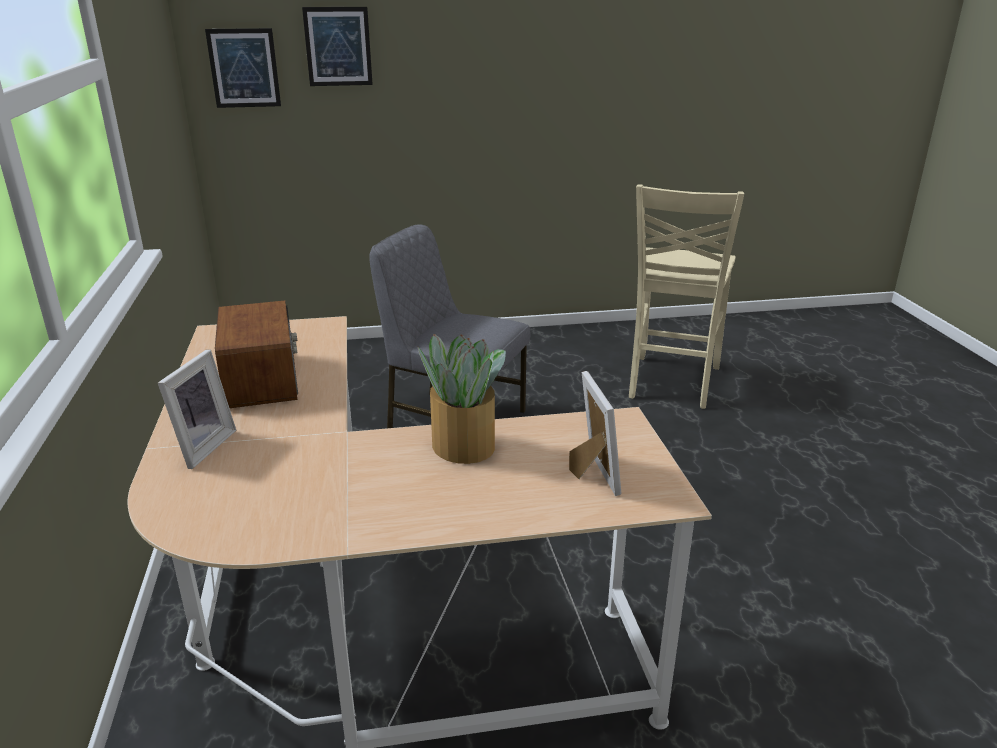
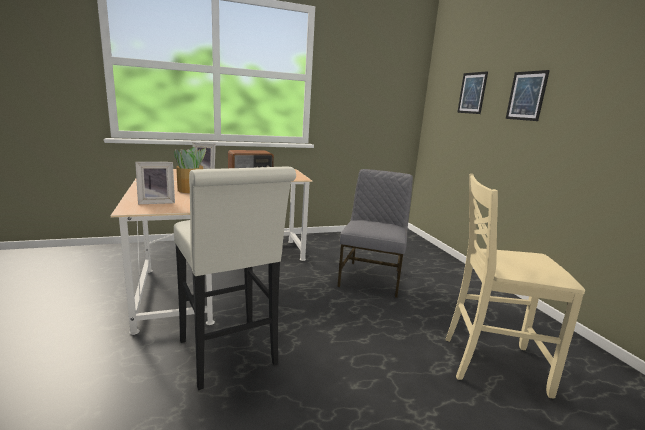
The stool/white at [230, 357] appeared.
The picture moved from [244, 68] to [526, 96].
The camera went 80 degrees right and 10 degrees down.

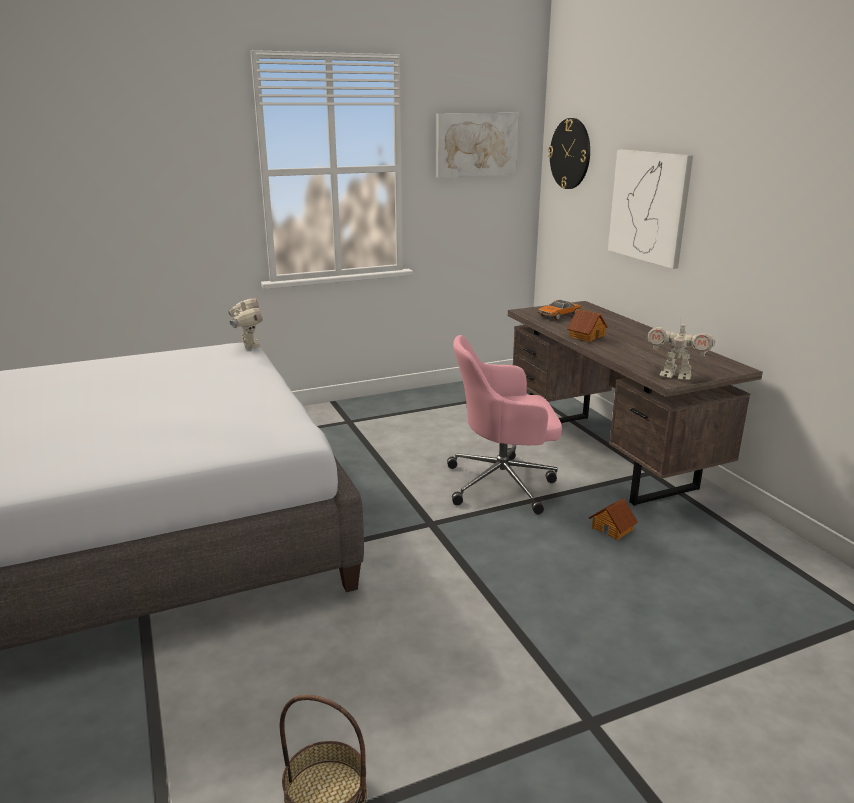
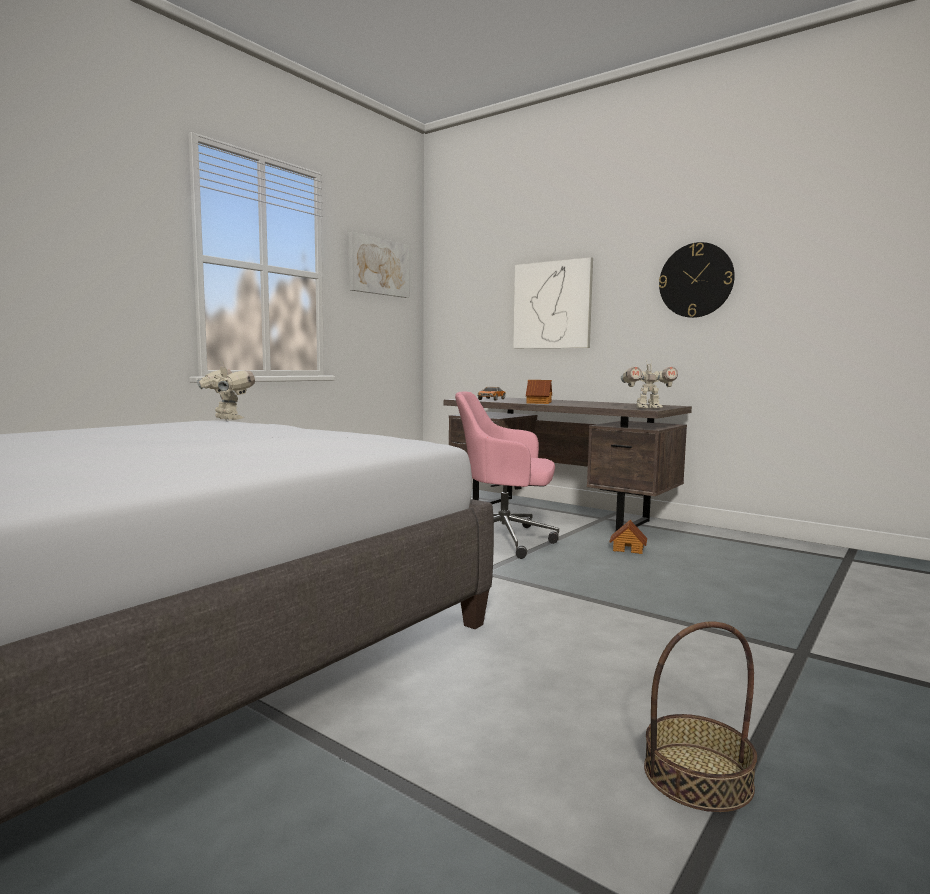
The office chair/pink at [503, 483] turned 45 degrees clockwise.
The wall clock moved from [570, 154] to [696, 280].
The camera went 30 degrees left and 15 degrees down.

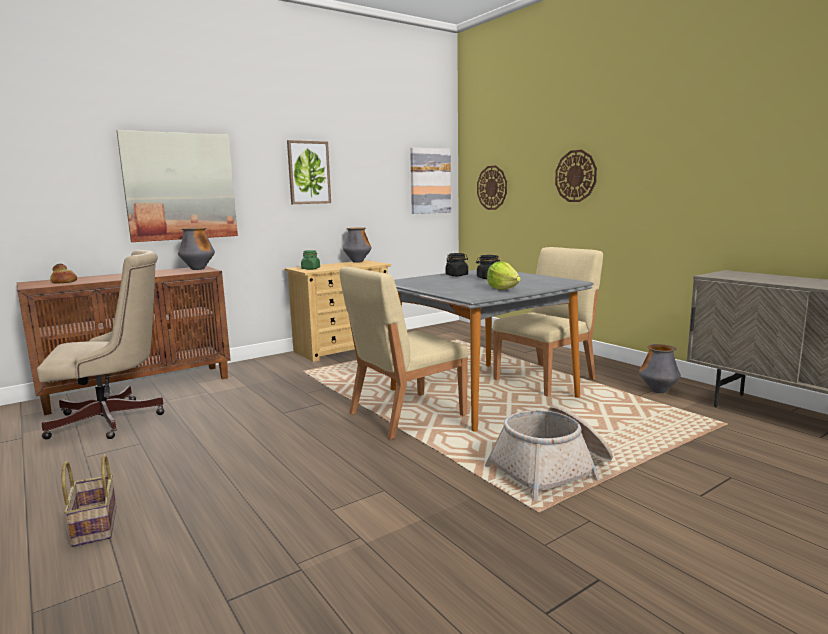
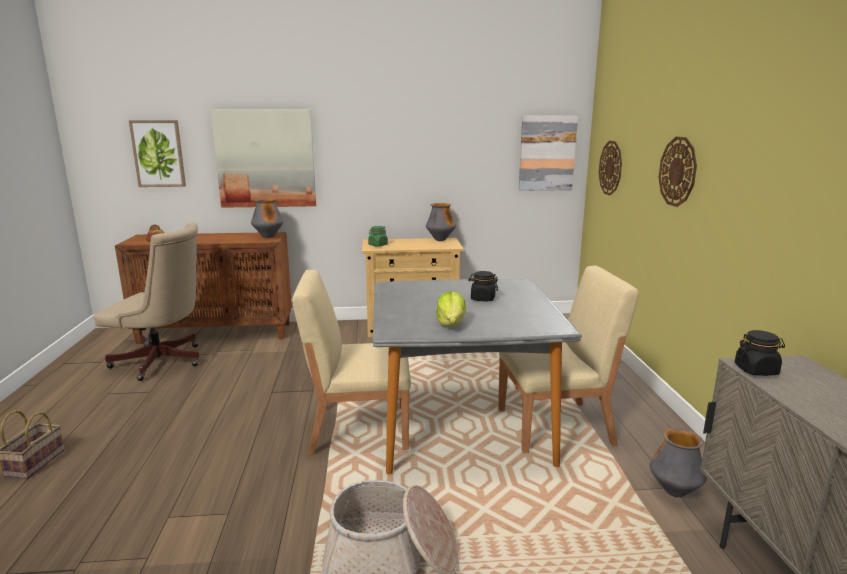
The picture moved from [308, 172] to [158, 153].
The jar/black moved from [457, 275] to [756, 370].
The camera went 30 degrees right and 5 degrees up.

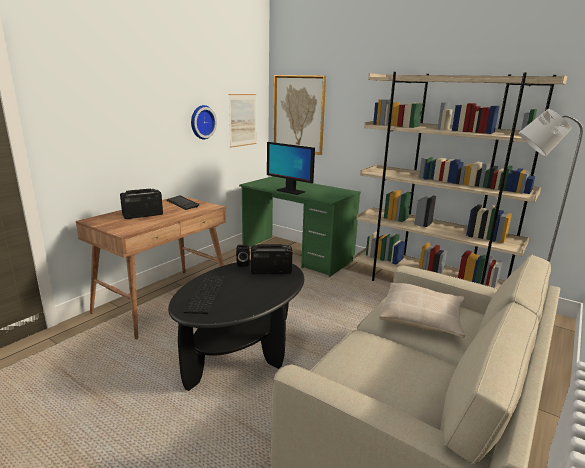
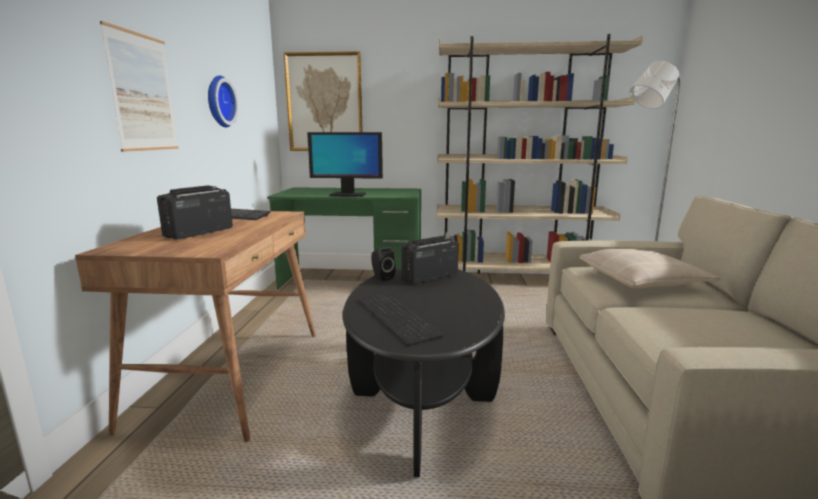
The picture moved from [242, 120] to [143, 93].
The camera went 30 degrees left and 5 degrees down.

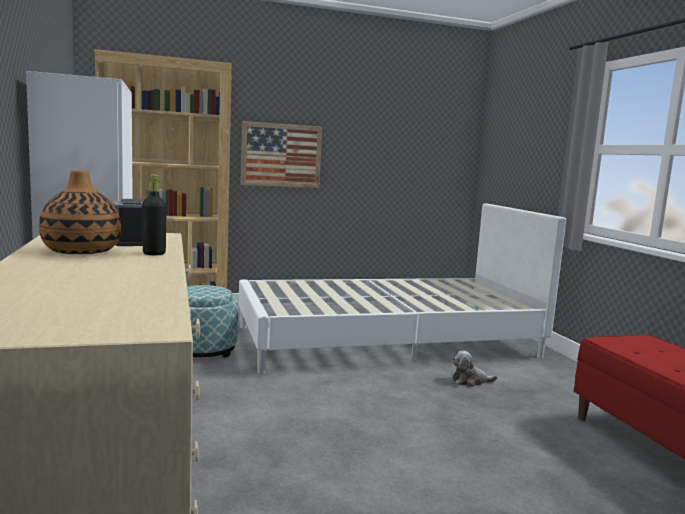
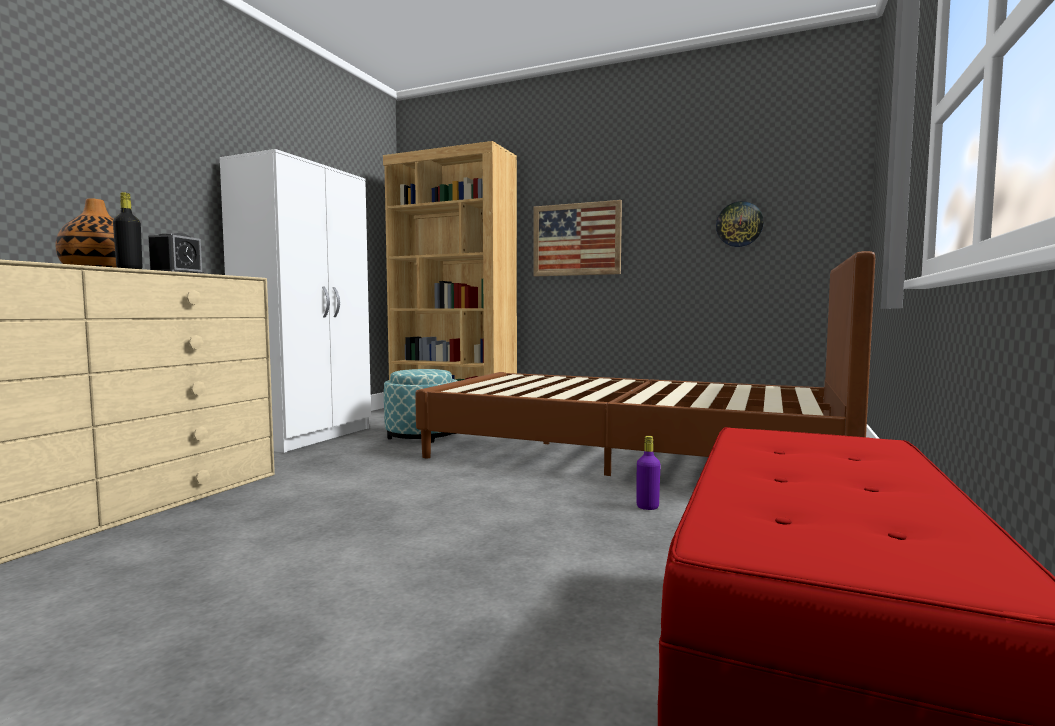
The bed/white at [387, 342] became the bed/brown at [630, 456].
The plush toy at [470, 381] was replaced by the bottle/purple at [647, 507].
The wall clock at [739, 224] appeared.
The camera went 40 degrees right and 5 degrees down.

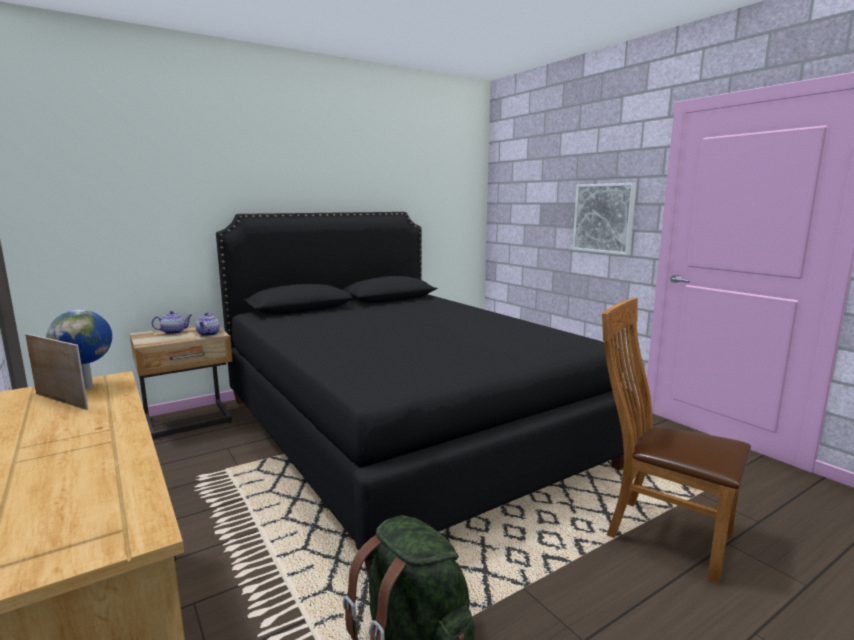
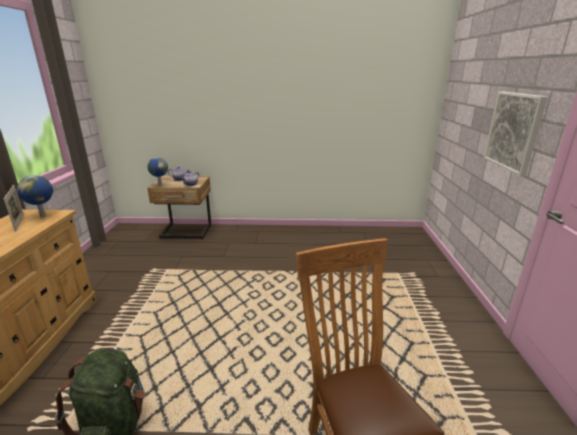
The globe at [160, 184] appeared.
The bed/black at [401, 430] disappeared.
The camera went 35 degrees right and 10 degrees up.

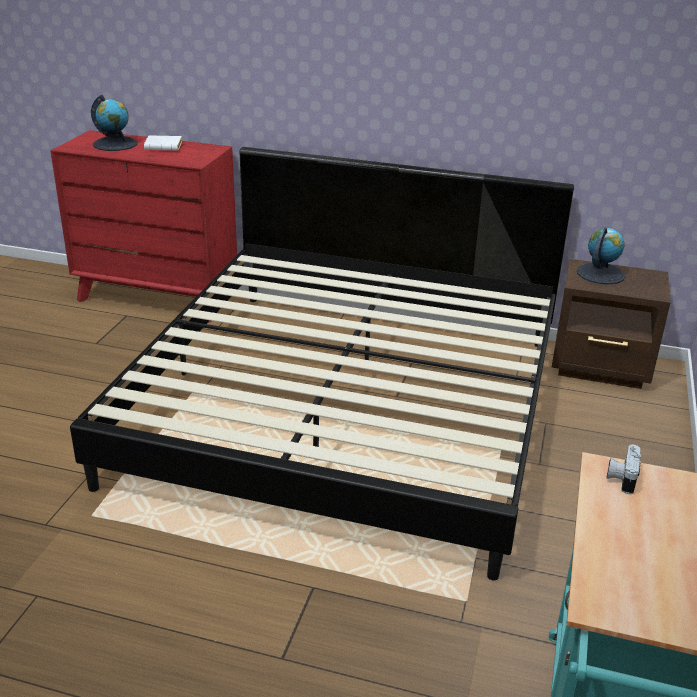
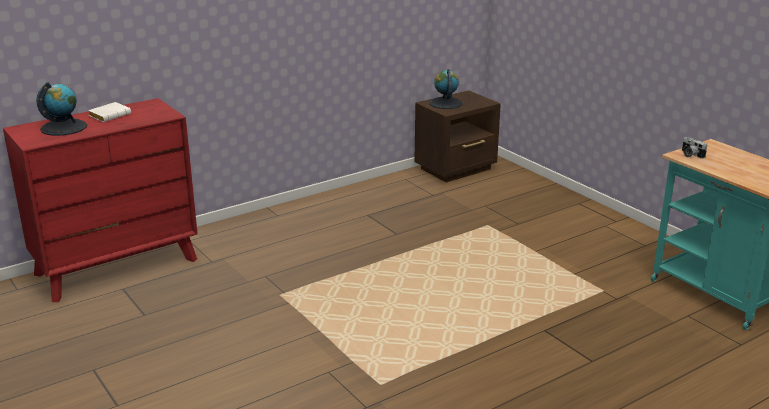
The bed at [347, 406] disappeared.
The camera went 50 degrees left and 5 degrees down.

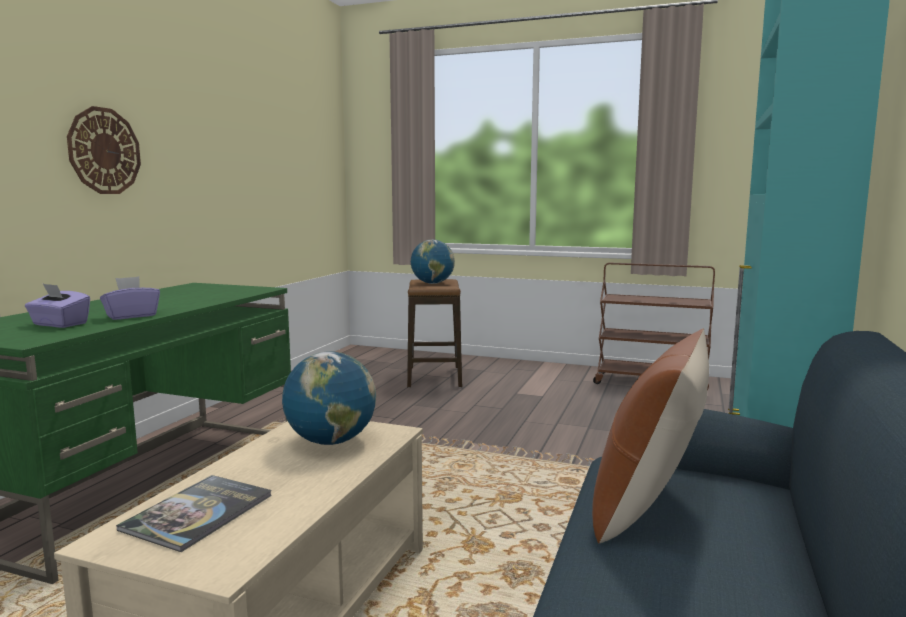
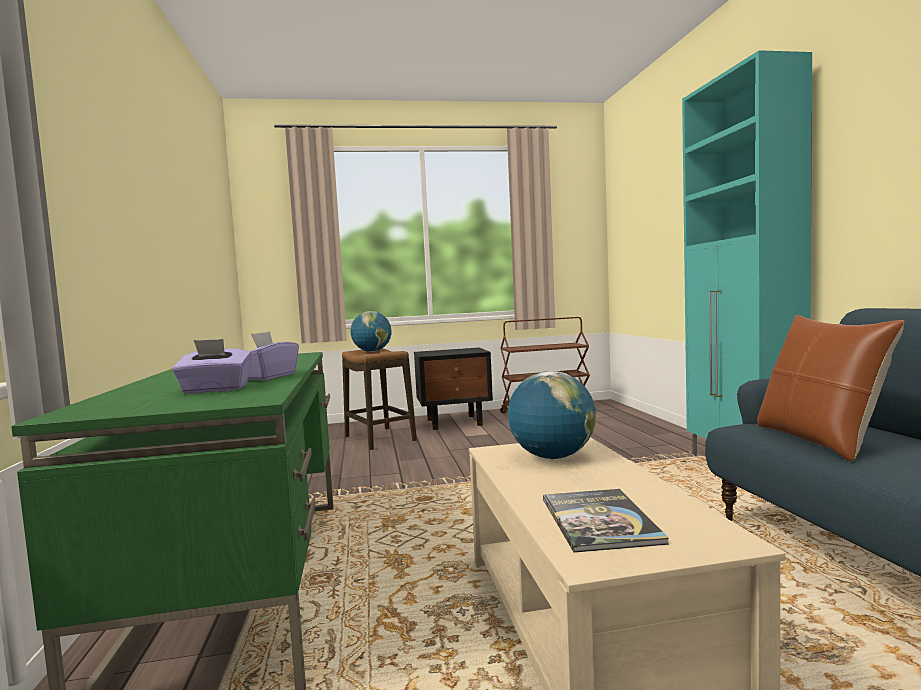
The nightstand/black at [455, 422] appeared.
The wall clock at [104, 151] disappeared.
The camera went 30 degrees left and 5 degrees down.

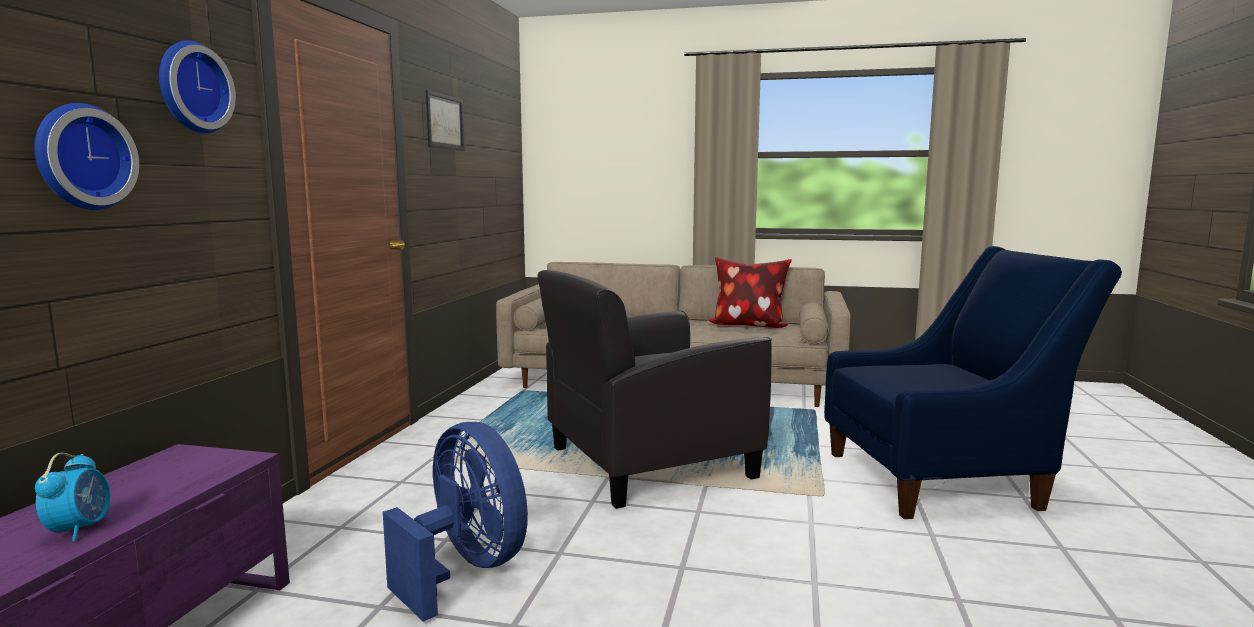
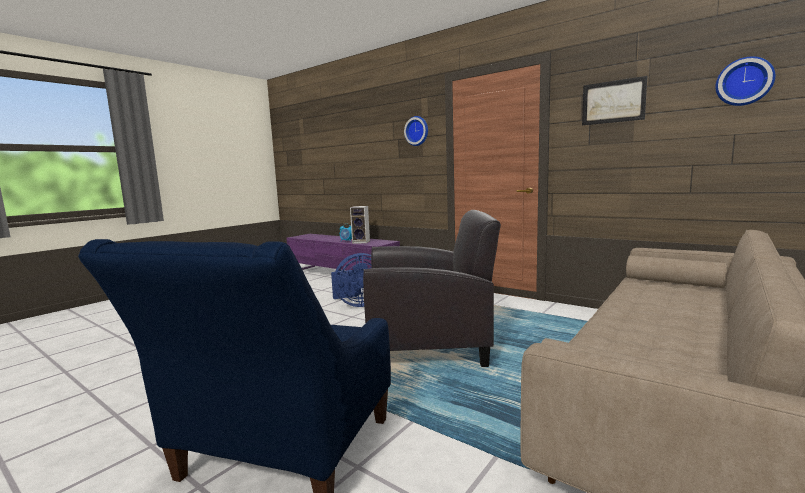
The speaker at [362, 242] appeared.
The armchair/black at [647, 463] turned 90 degrees clockwise.
The wall clock moved from [81, 157] to [744, 82].
The pillow at [748, 325] disappeared.
The camera went 115 degrees right and 0 degrees up.

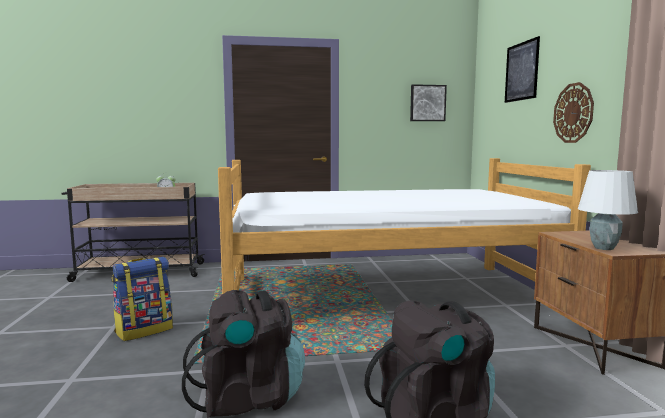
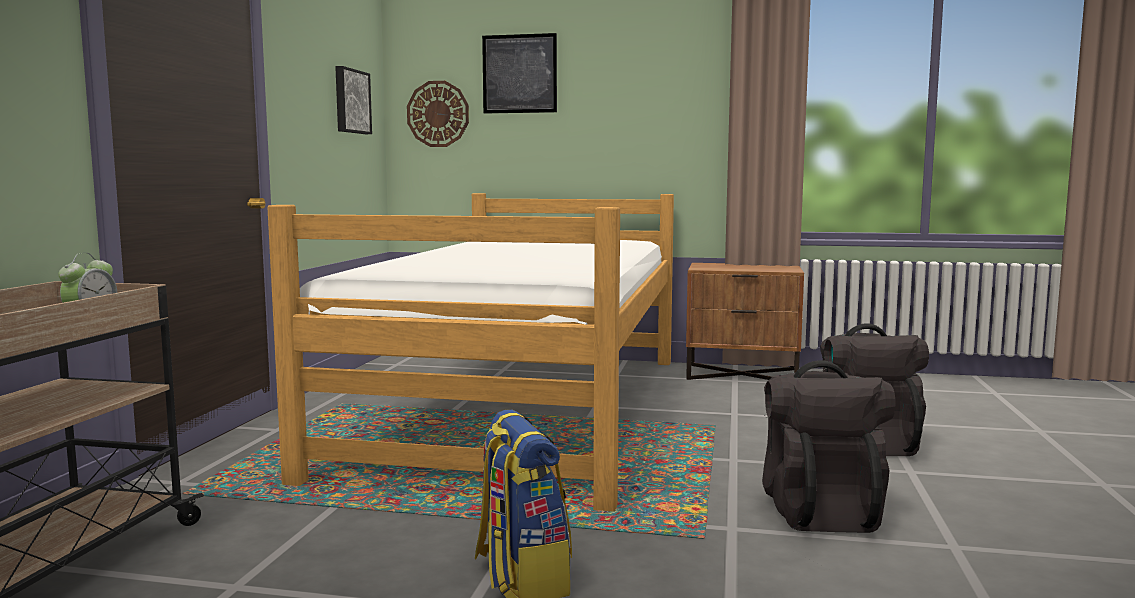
The wall clock moved from [573, 113] to [438, 114].
The table lamp/white at [603, 248] disappeared.
The camera went 70 degrees left and 0 degrees up.

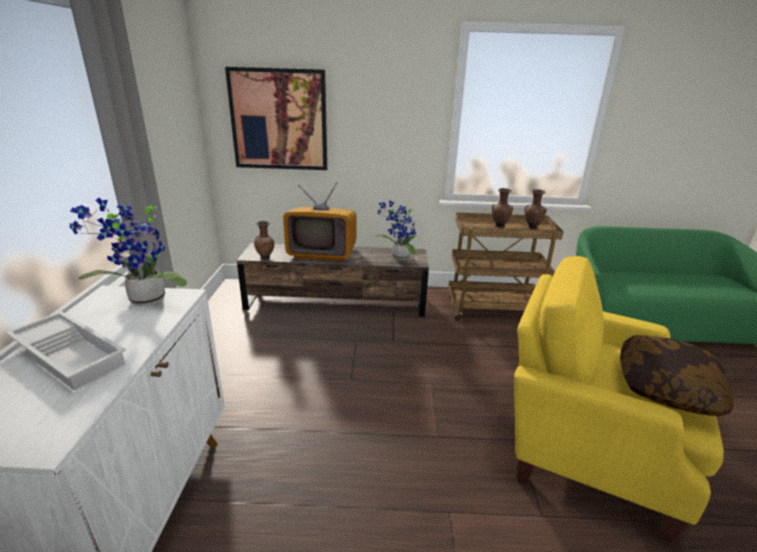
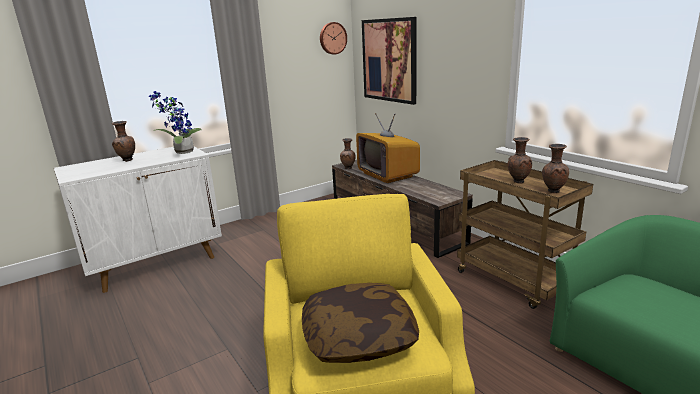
The tray/white at [71, 354] was replaced by the vase/brown at [127, 160].
The wall clock at [332, 38] appeared.
The potted plant at [398, 257] disappeared.
The camera went 55 degrees right and 5 degrees down.

